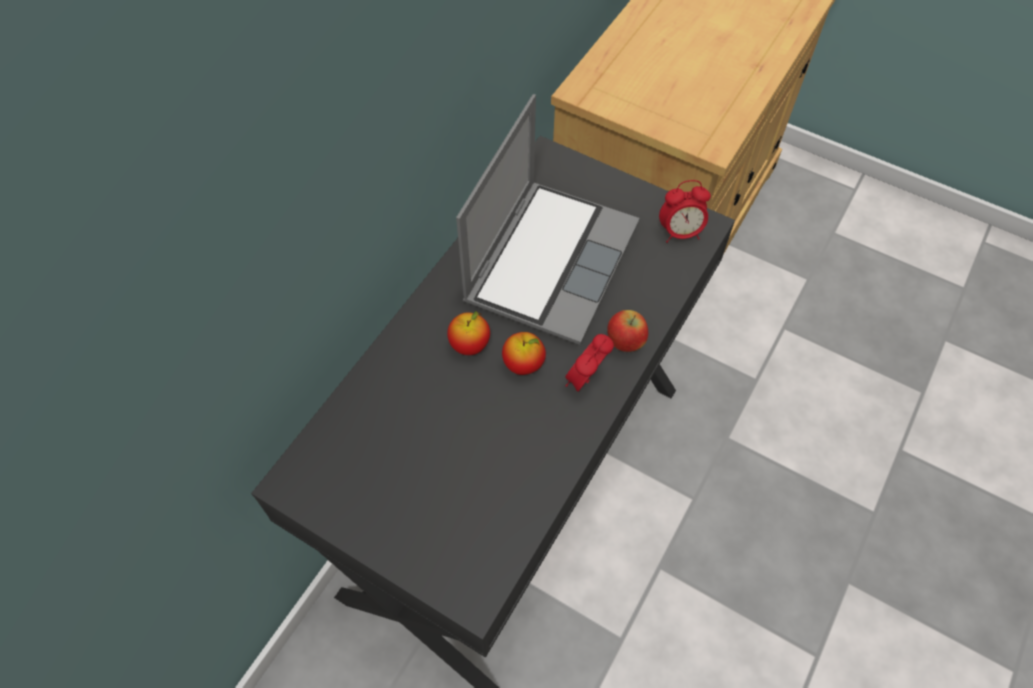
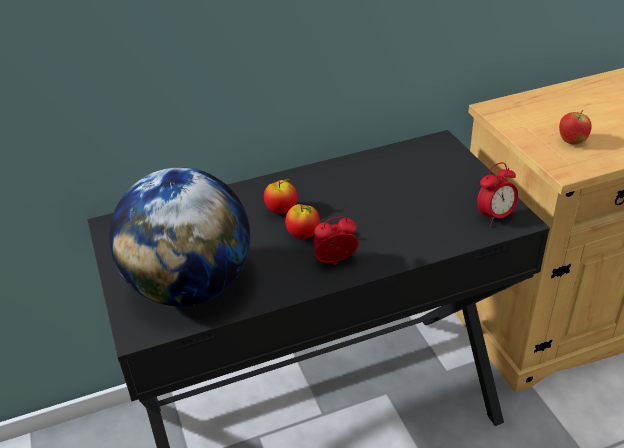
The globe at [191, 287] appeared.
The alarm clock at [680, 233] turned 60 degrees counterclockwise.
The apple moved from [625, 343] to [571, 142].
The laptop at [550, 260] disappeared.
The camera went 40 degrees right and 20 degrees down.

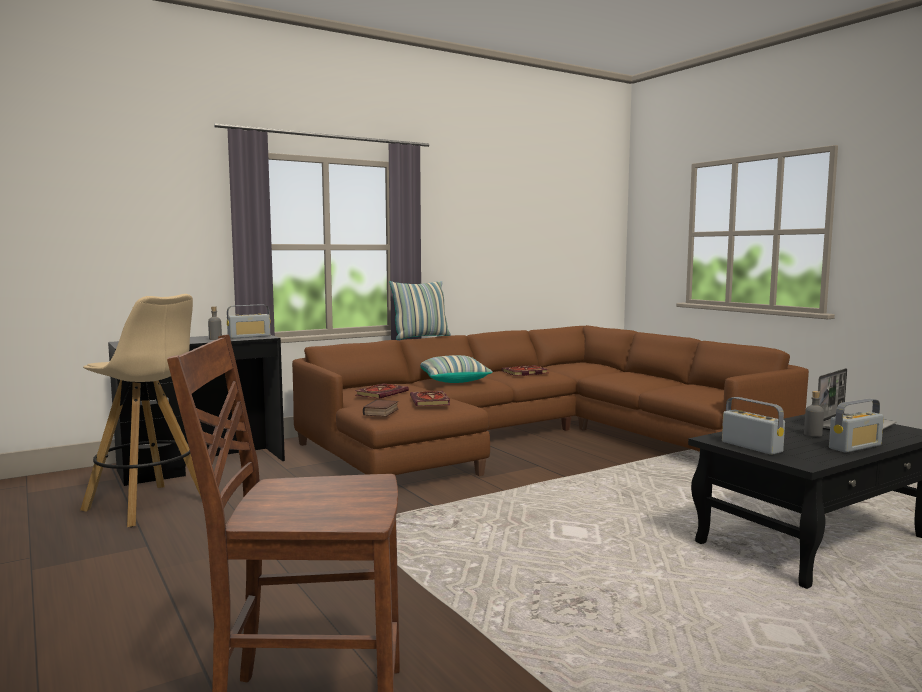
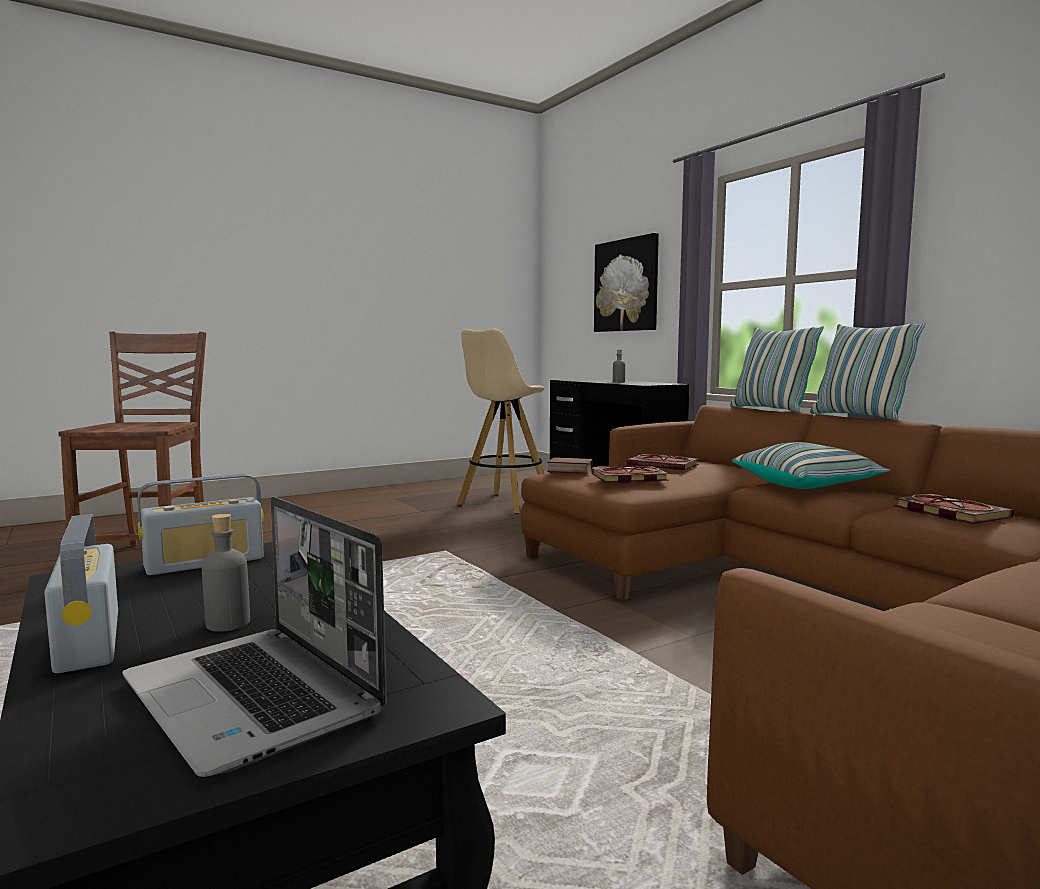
The picture at [626, 285] appeared.
The pillow at [770, 409] appeared.
The radio at [249, 336] disappeared.
The camera went 90 degrees right and 0 degrees up.

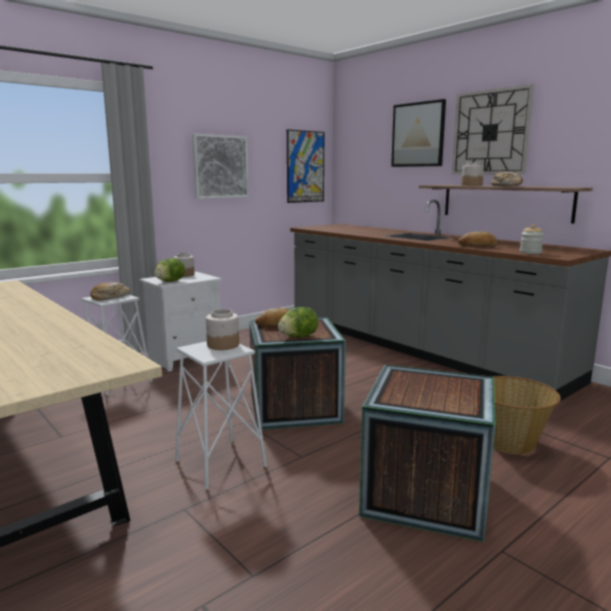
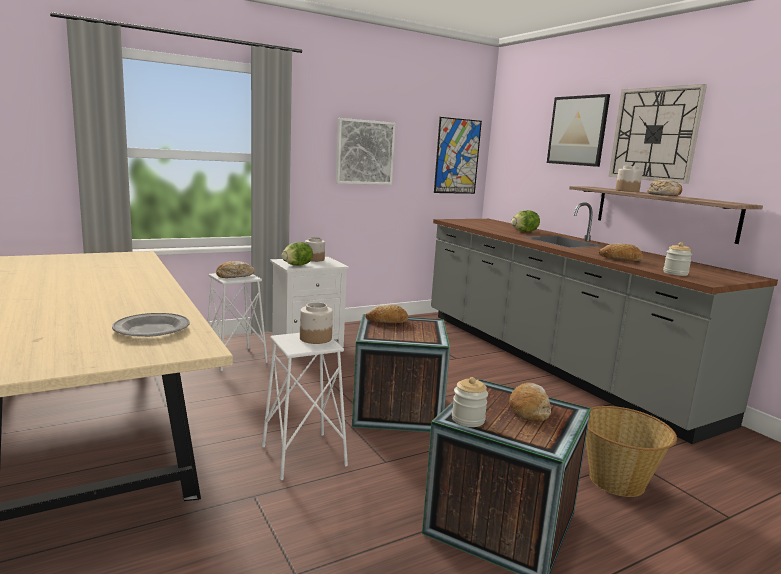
The plate/grey at [151, 329] appeared.
The jar at [468, 419] appeared.
The bread at [529, 409] appeared.
The lettuce moved from [298, 337] to [524, 231].
The camera went 10 degrees right and 0 degrees up.

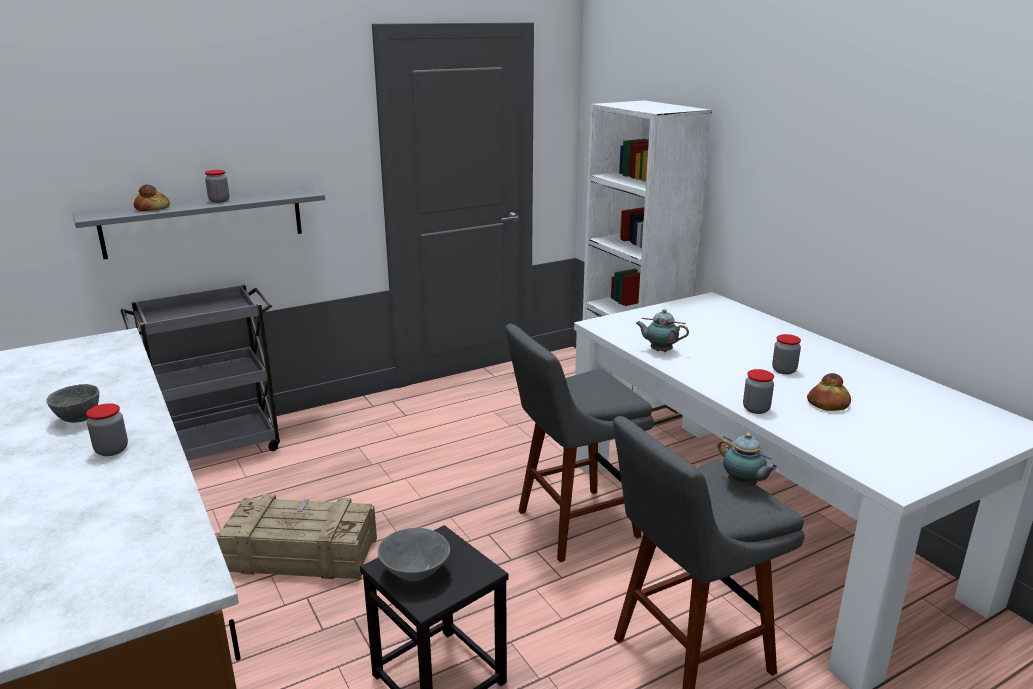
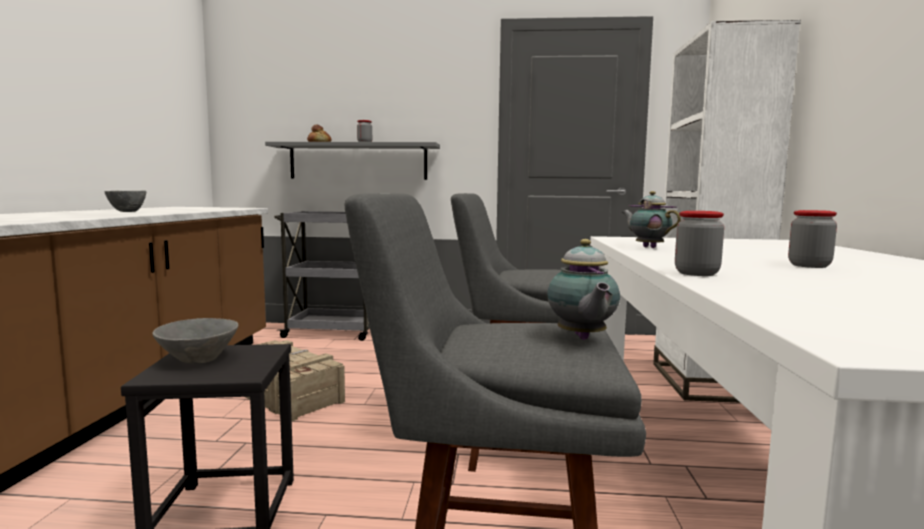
The jar at [111, 450] disappeared.
The bread at [828, 404] disappeared.
The camera went 35 degrees right and 15 degrees down.

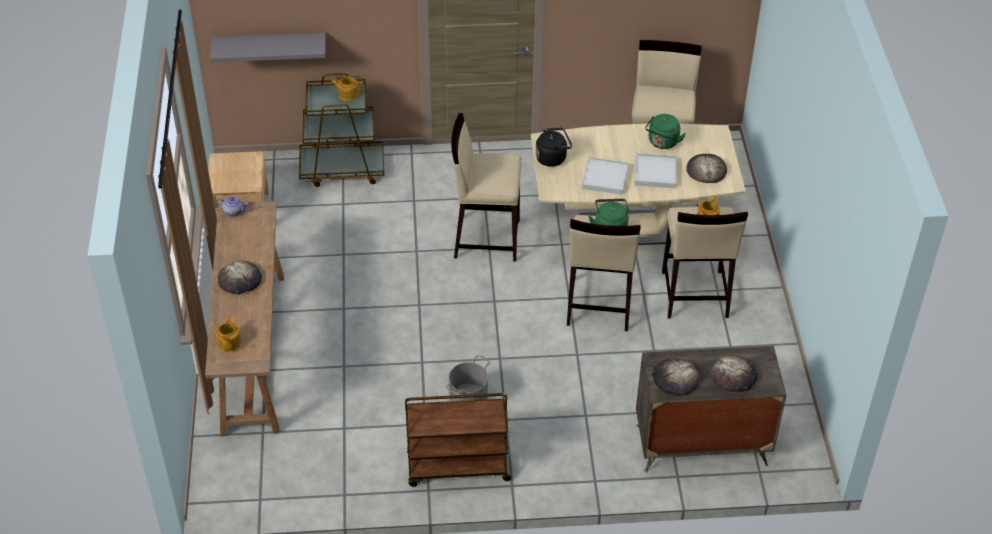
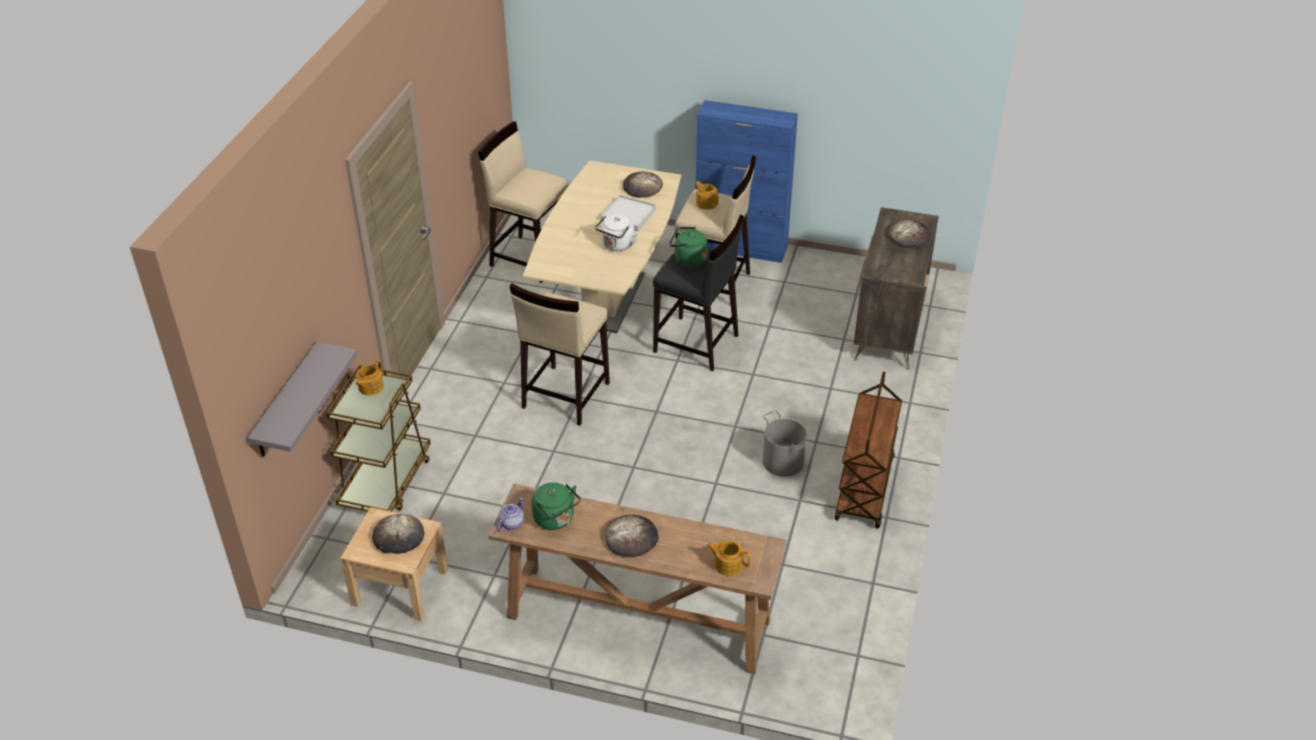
The bread moved from [675, 379] to [398, 537].
The kettle/green moved from [662, 143] to [556, 519].
The tray/white at [605, 177] was replaced by the kettle/white at [617, 245].
The stool/beige at [598, 305] became the stool/black at [696, 344].
The cabinet/blue at [741, 247] appeared.
The kettle/black at [553, 158] disappeared.
The camera went 70 degrees left and 5 degrees down.

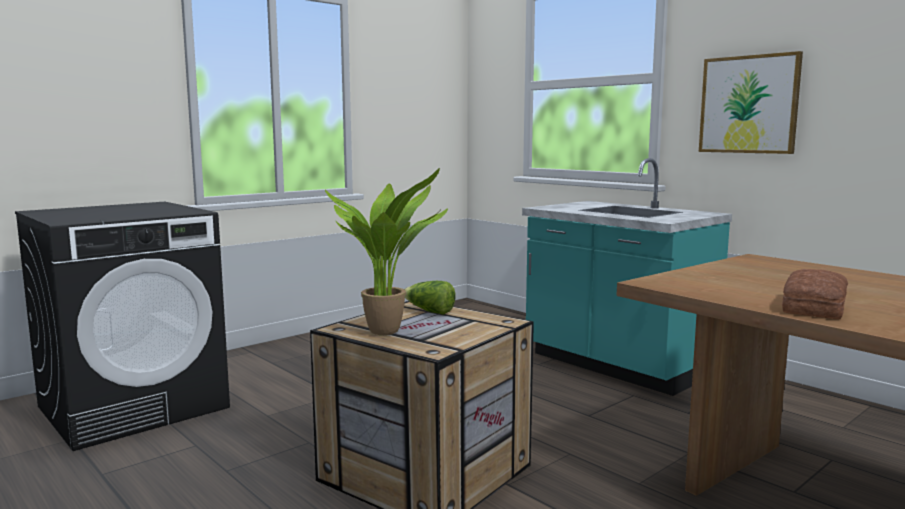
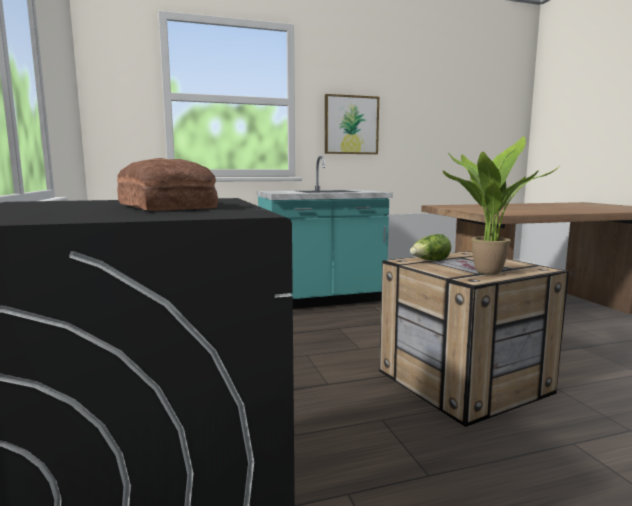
The bread moved from [816, 306] to [167, 206].
The camera went 65 degrees left and 0 degrees up.

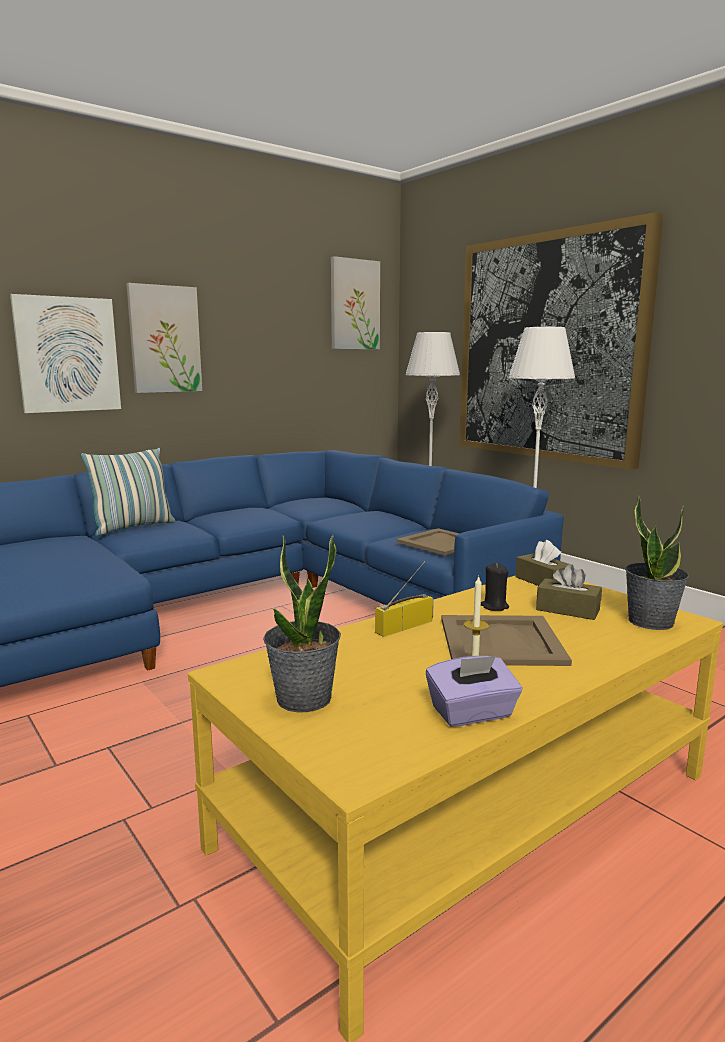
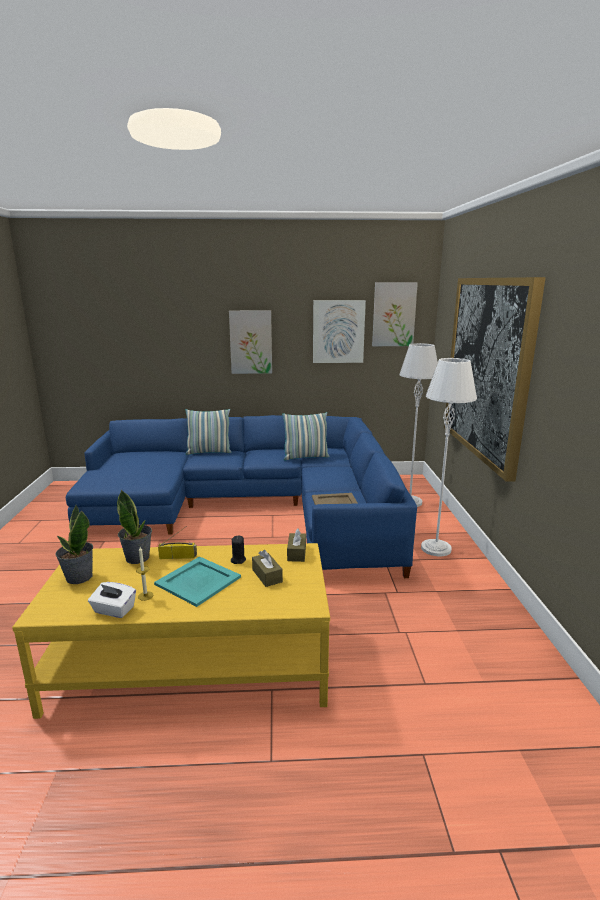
The tissue box/purple at [472, 713] became the tissue box/white at [113, 610].
The potted plant moved from [650, 621] to [138, 557].
The tray/beige at [502, 641] became the tray/turquoise at [198, 581].
The pillow at [305, 457] appeared.
The picture moved from [67, 355] to [338, 331].
The camera went 35 degrees right and 5 degrees up.

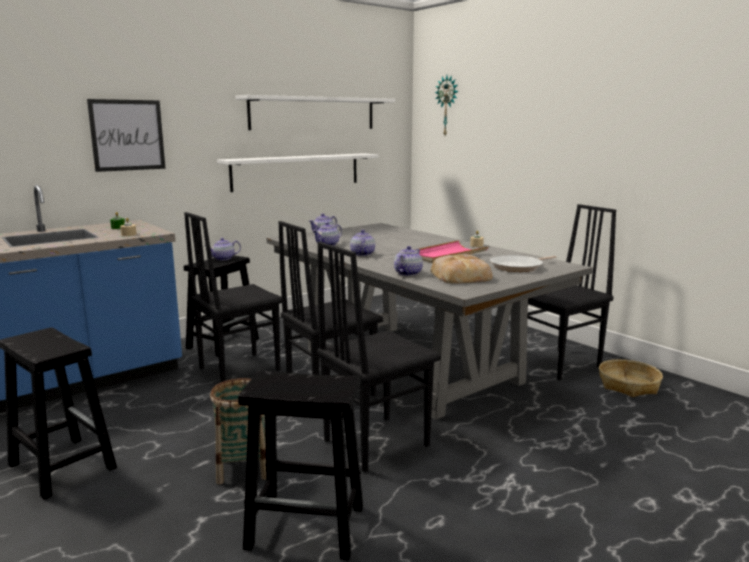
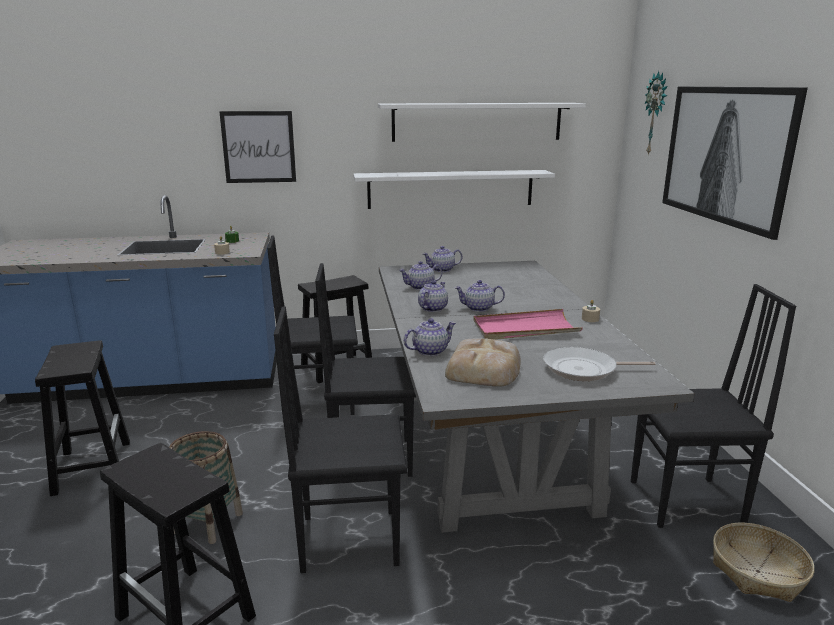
The teapot moved from [223, 258] to [478, 308].
The picture at [726, 155] appeared.
The camera went 30 degrees right and 5 degrees up.

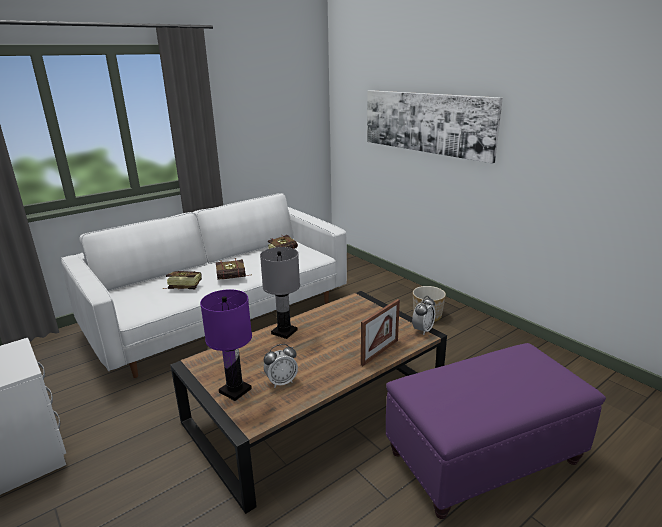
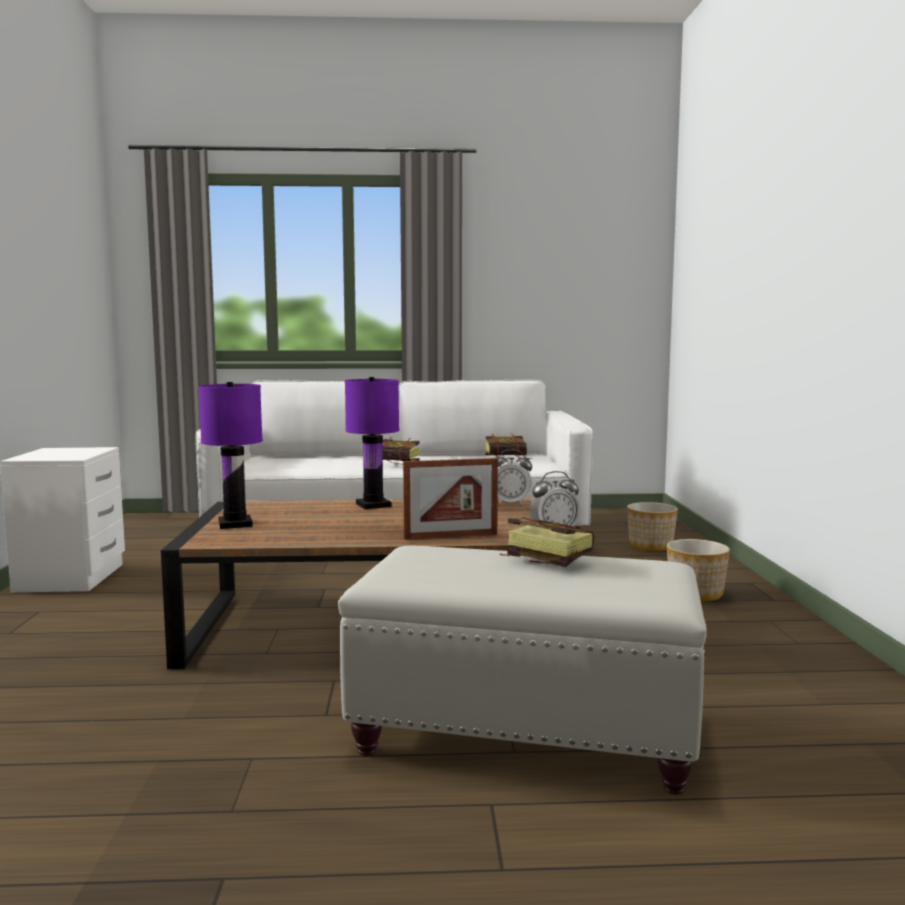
The ottoman/purple at [484, 456] became the ottoman/white at [527, 732].
The table lamp/grey at [284, 331] became the table lamp/purple at [373, 505].
The alarm clock moved from [281, 382] to [511, 503].
The book moved from [182, 287] to [542, 560].
The planter at [650, 546] appeared.
The picture at [426, 122] disappeared.
The camera went 35 degrees right and 15 degrees down.

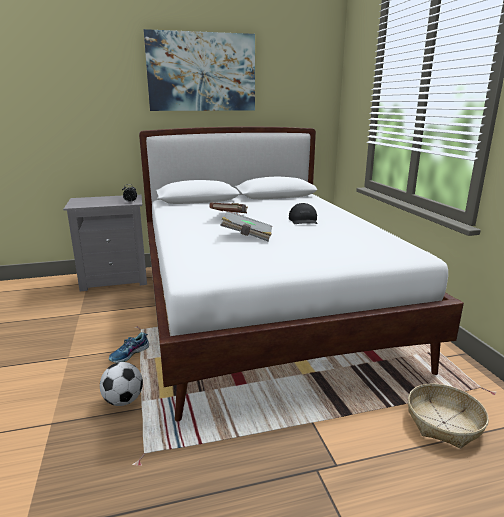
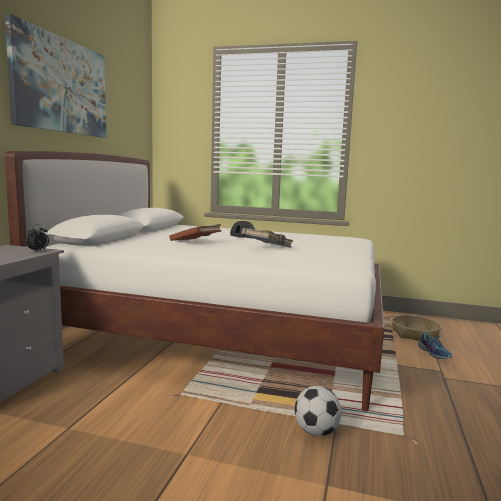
The shoe moved from [130, 354] to [434, 353].
The camera went 60 degrees left and 10 degrees down.

